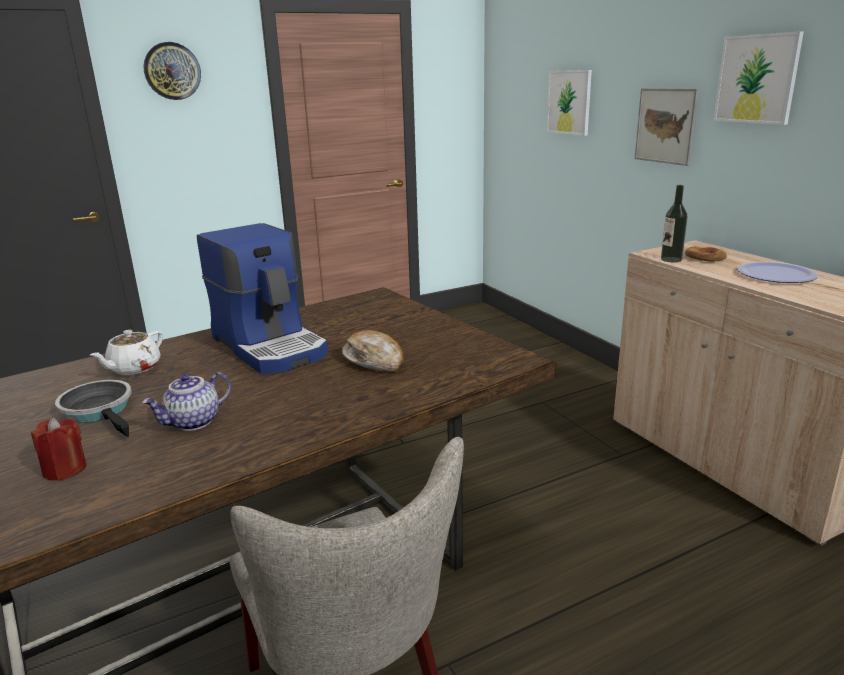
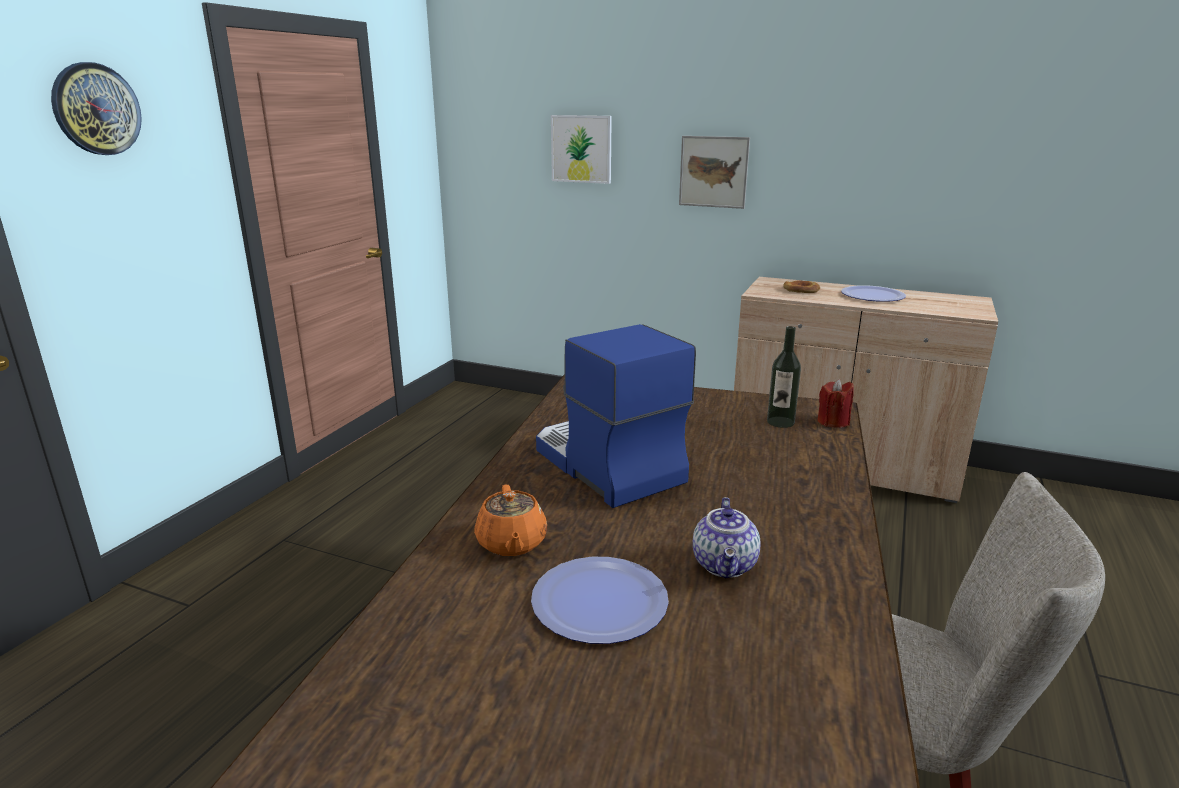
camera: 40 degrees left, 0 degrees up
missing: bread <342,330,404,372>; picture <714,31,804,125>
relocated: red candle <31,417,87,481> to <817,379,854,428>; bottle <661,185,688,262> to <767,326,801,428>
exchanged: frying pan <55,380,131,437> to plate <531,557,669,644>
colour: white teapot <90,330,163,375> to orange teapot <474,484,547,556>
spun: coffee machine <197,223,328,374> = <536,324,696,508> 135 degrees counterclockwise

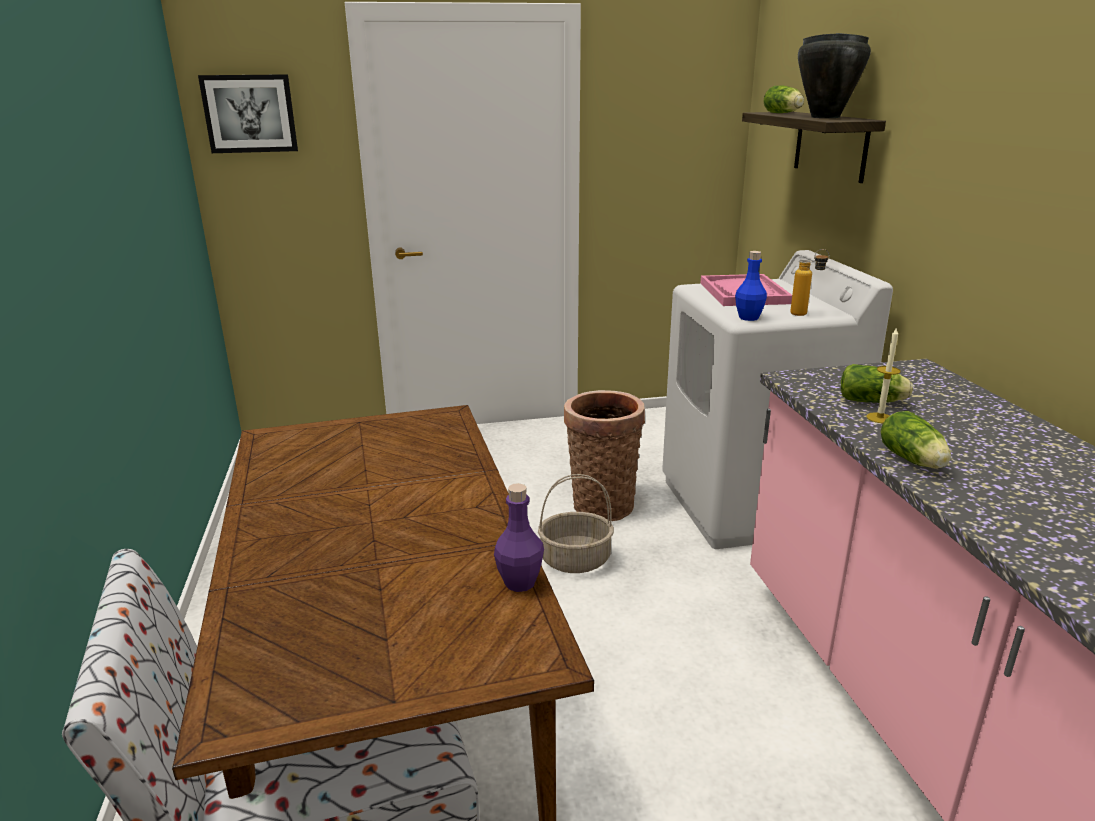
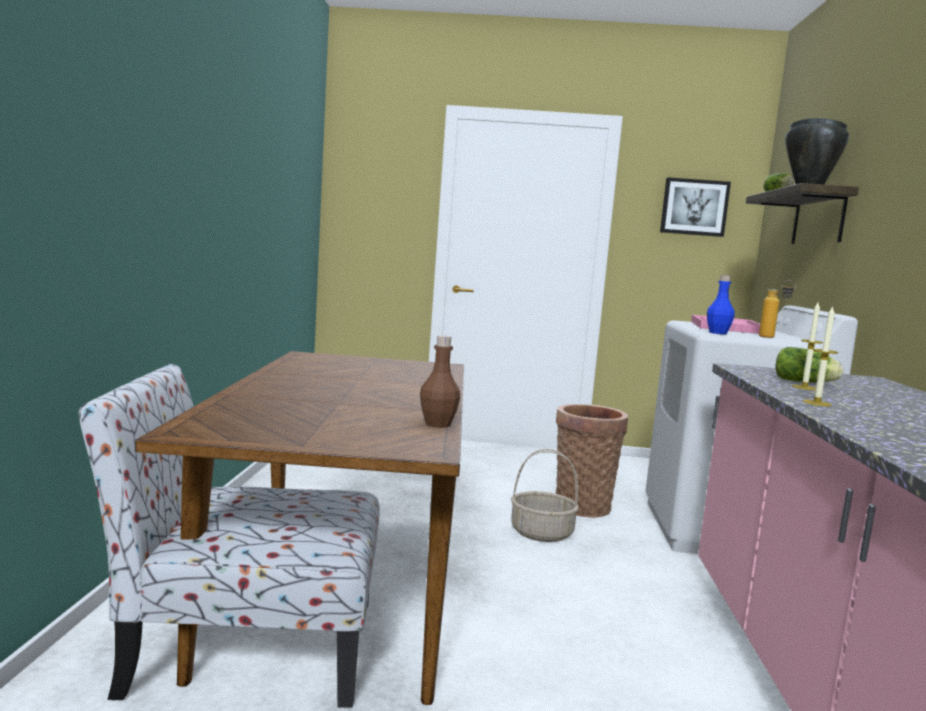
camera: 15 degrees right, 15 degrees down
relocated: picture <198,74,298,153> to <660,177,731,237>
exchanged: lettuce <881,411,951,469> to candle <803,306,838,406>
colour: purple bottle <494,483,544,592> to brown bottle <420,336,460,428>

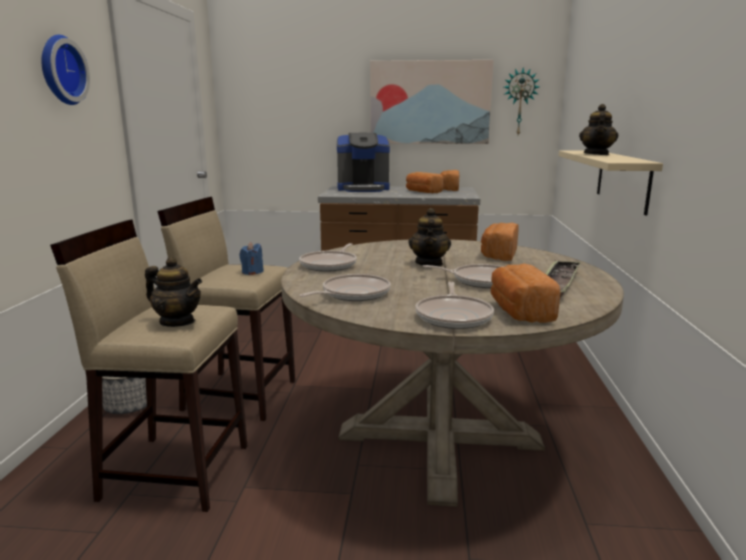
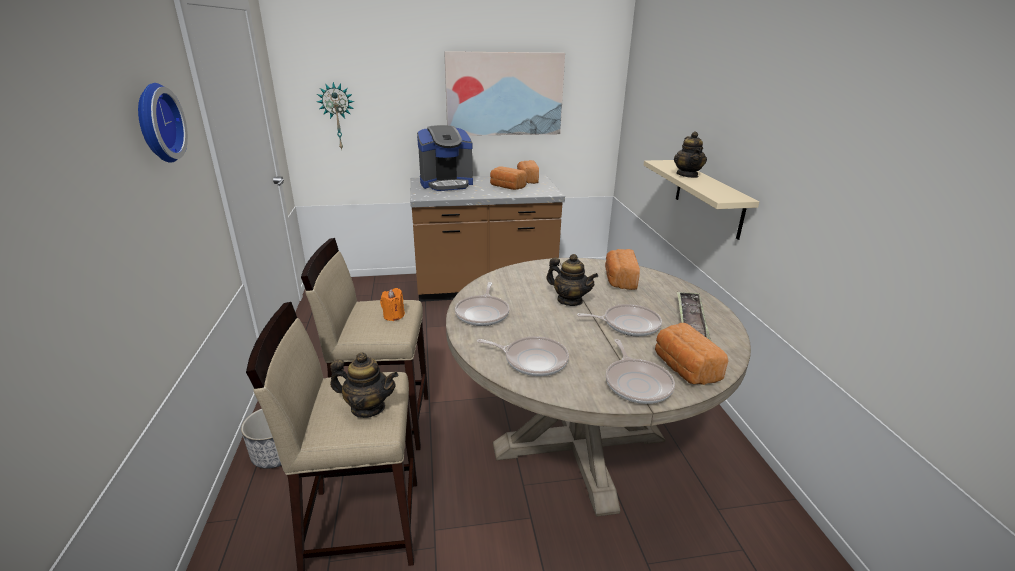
camera: 15 degrees left, 10 degrees up
relocated: wall clock <504,68,540,135> to <317,82,354,150>
colour: blue candle <239,242,264,275> to orange candle <380,288,405,321>
spun: frying pan <299,274,391,301> = <477,336,569,376> 75 degrees clockwise; teapot <408,208,451,266> = <546,254,598,306> 45 degrees counterclockwise

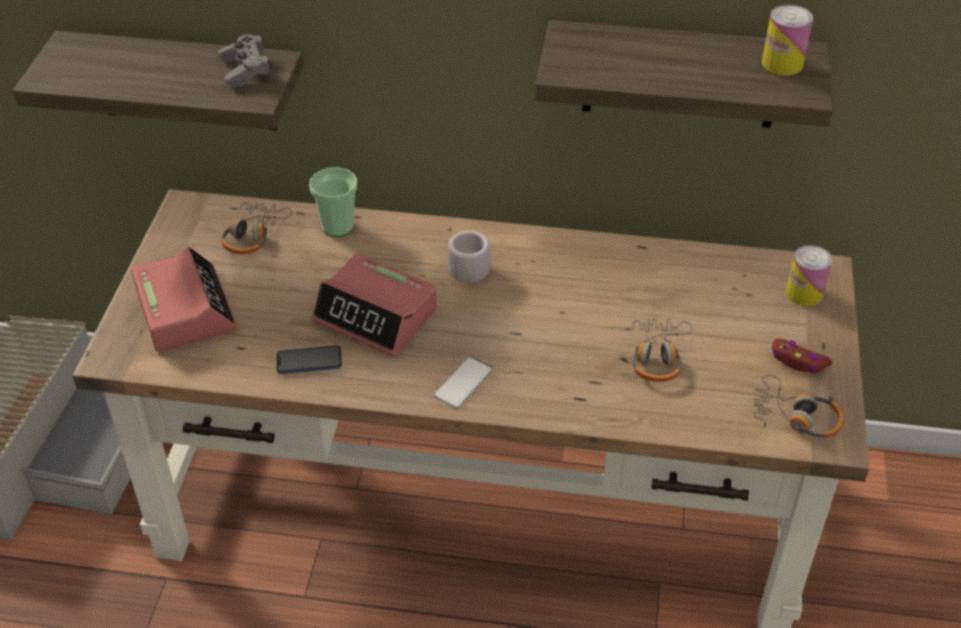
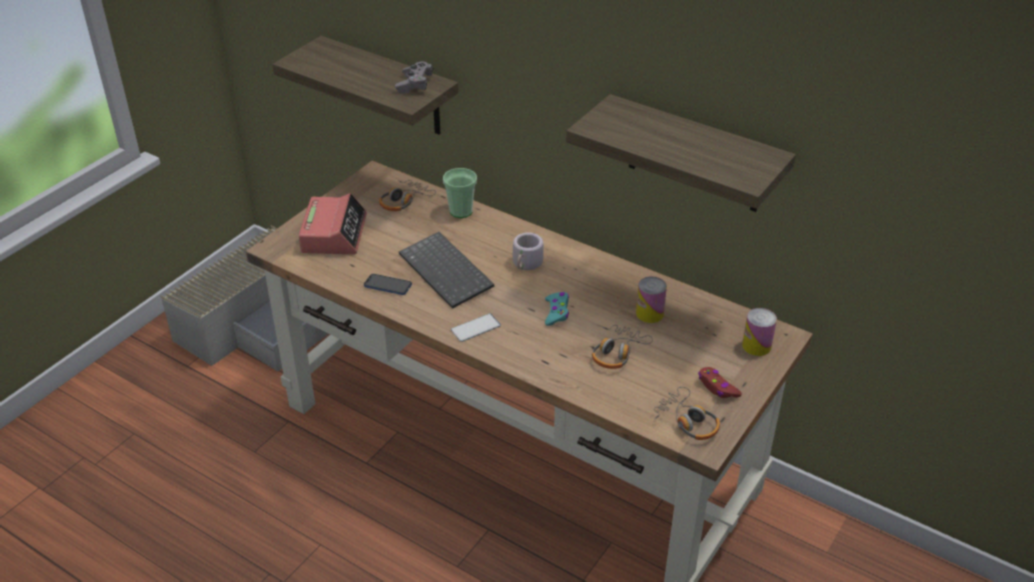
camera: 25 degrees right, 5 degrees down
appeared: turquoise game controller <545,292,569,326>
relocated: can <762,5,813,76> to <636,276,667,323>
exchanged: alarm clock <312,254,437,357> to keyboard <399,232,494,309>

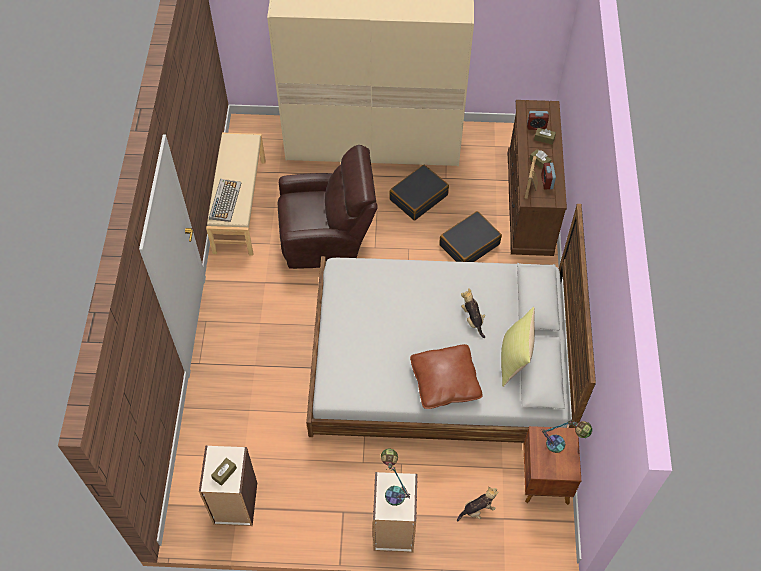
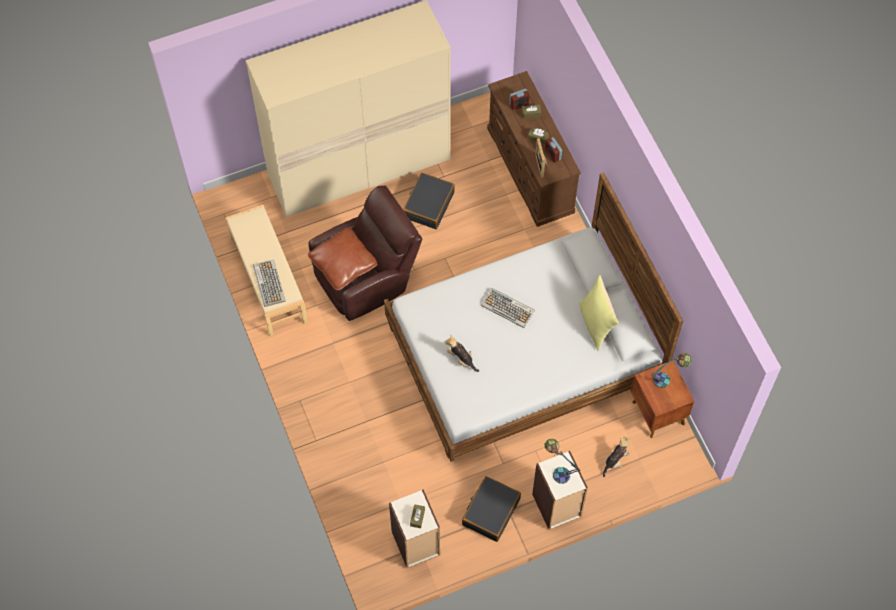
camera: 25 degrees left, 5 degrees up
appeared: keyboard <481,288,535,328>
relocated: brown pillow <410,344,482,409> to <308,228,378,290>; black suitcase <439,211,502,262> to <462,476,521,542>; plush toy <461,288,485,338> to <444,335,479,372>

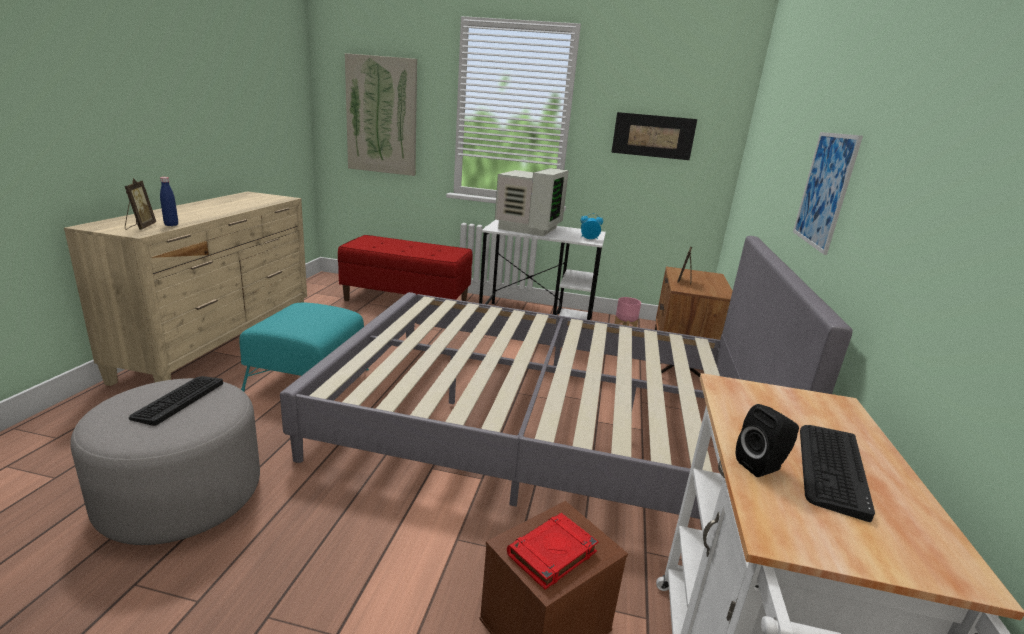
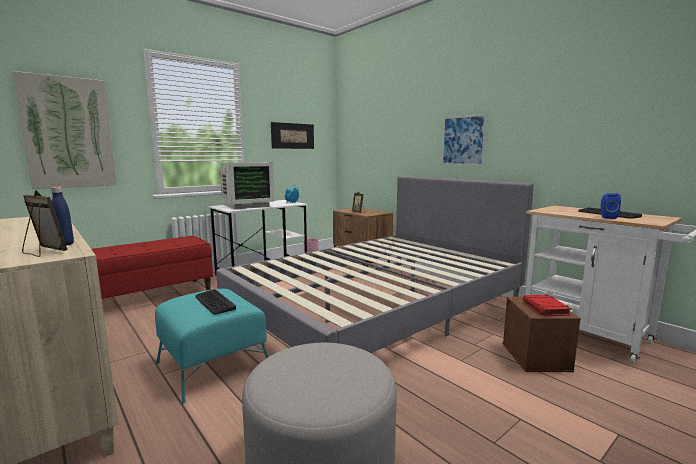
camera: 50 degrees left, 10 degrees down
relocated: keyboard <129,376,223,426> to <195,289,236,315>
colour: black speaker <736,404,799,477> to blue speaker <601,193,621,219>
spun: monitor <495,168,569,236> = <220,162,275,209> 90 degrees clockwise

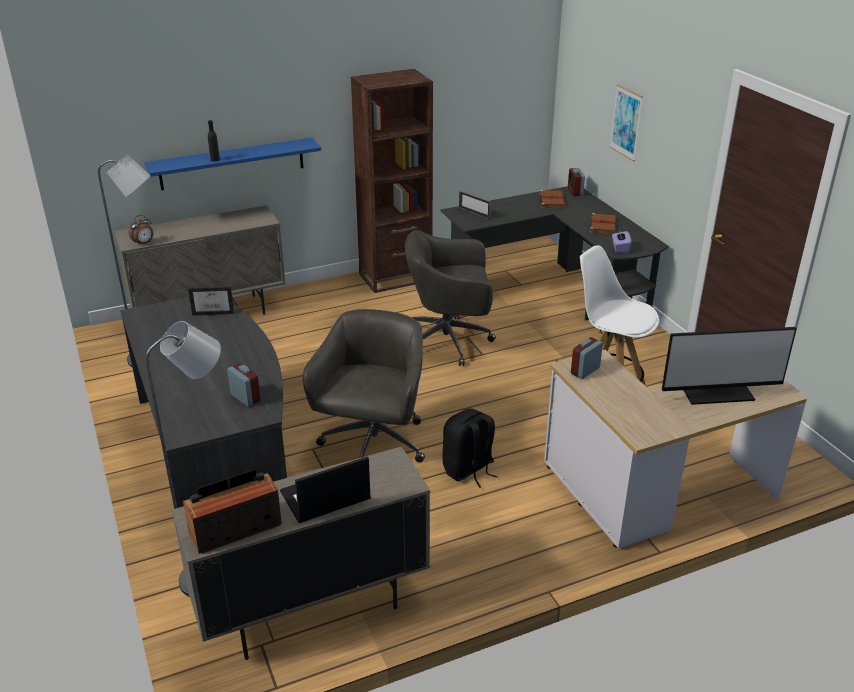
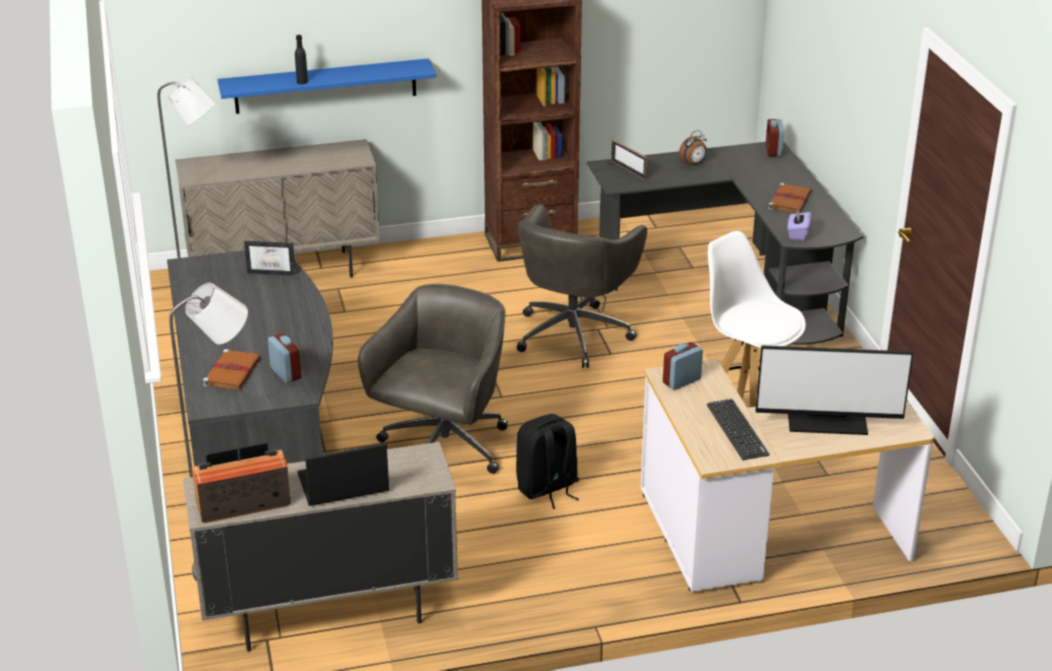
camera: 10 degrees right, 0 degrees up
missing: picture <609,84,643,161>
appeared: keyboard <707,399,770,460>
relocated: alarm clock <128,215,153,246> to <679,130,707,166>; brown book <540,190,565,208> to <203,349,261,390>
spun: grey office chair <405,230,496,366> = <517,204,647,368> 75 degrees counterclockwise

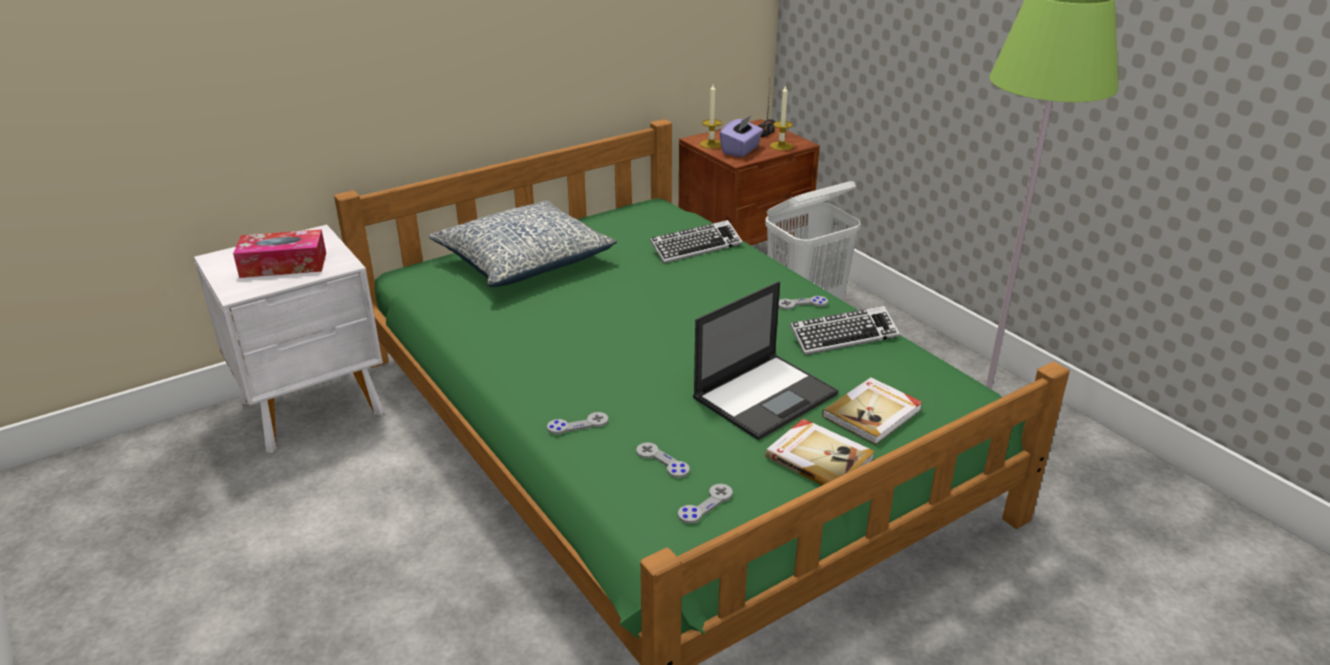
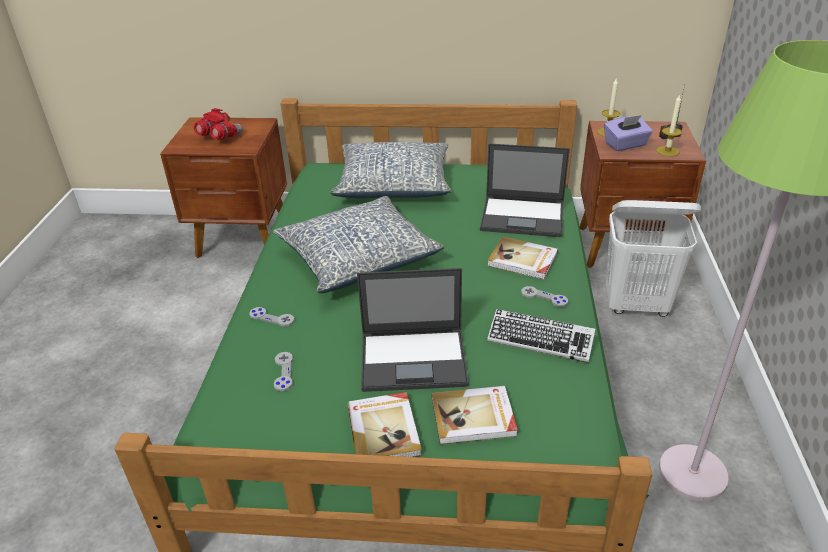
camera: 40 degrees right, 5 degrees up
missing: grey game controller <678,484,733,524>
appeared: pillow <273,196,444,293>; book <487,237,558,280>
exchanged: tissue box <233,229,326,278> to red binoculars <194,108,243,140>; keyboard <650,220,743,264> to laptop <480,144,570,237>
colour: white nightstand <194,225,384,453> to brown nightstand <160,117,287,258>

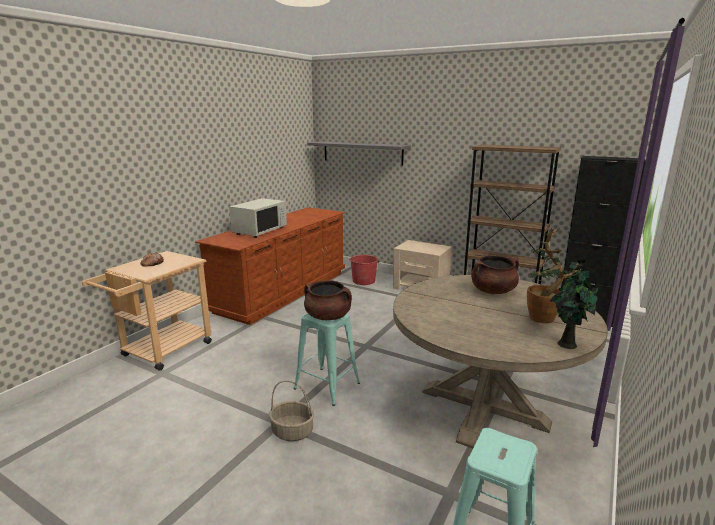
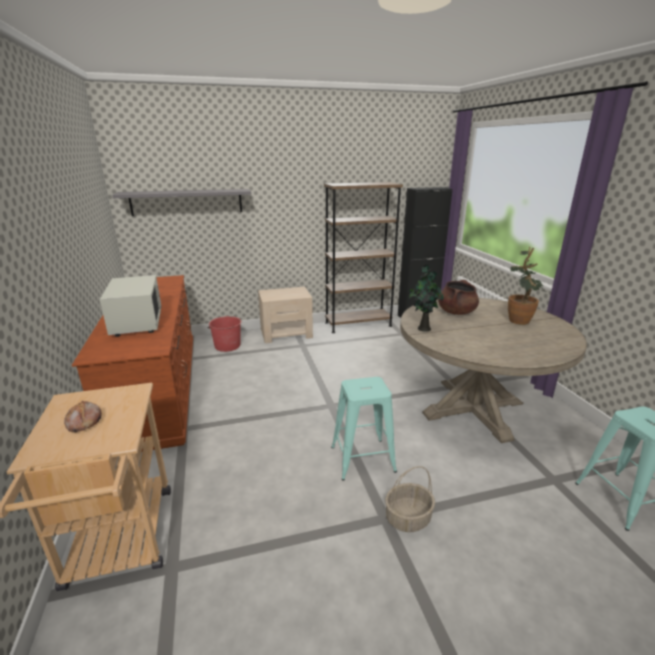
camera: 45 degrees left, 5 degrees up
missing: brown cooking pot <304,281,352,320>
relocated: potted plant <550,260,598,349> to <409,264,444,332>

